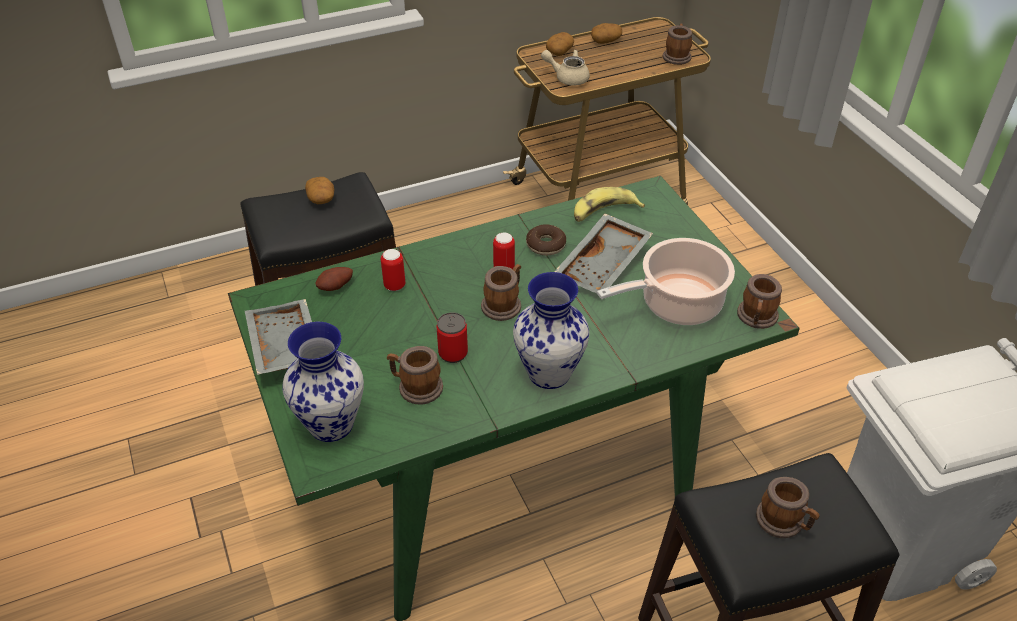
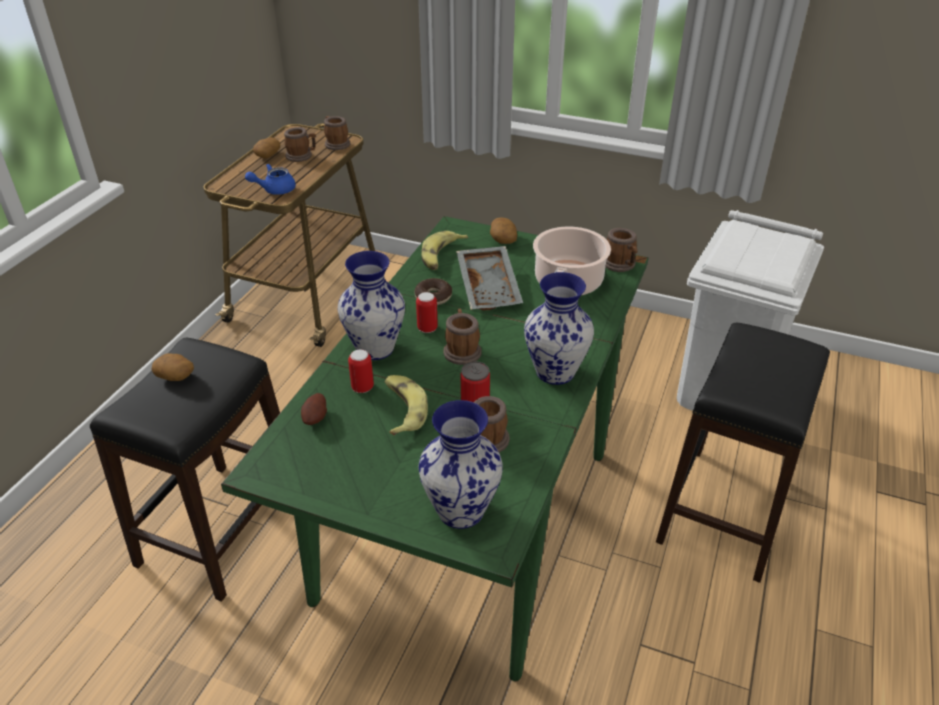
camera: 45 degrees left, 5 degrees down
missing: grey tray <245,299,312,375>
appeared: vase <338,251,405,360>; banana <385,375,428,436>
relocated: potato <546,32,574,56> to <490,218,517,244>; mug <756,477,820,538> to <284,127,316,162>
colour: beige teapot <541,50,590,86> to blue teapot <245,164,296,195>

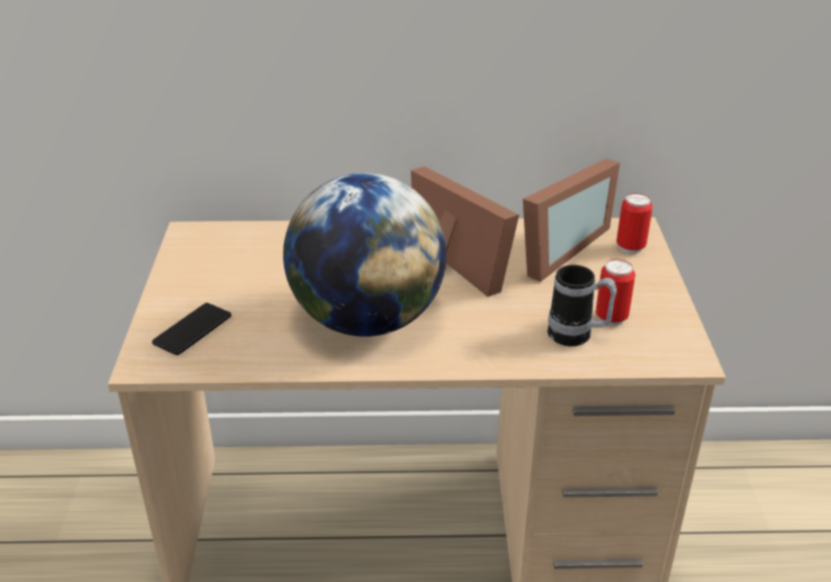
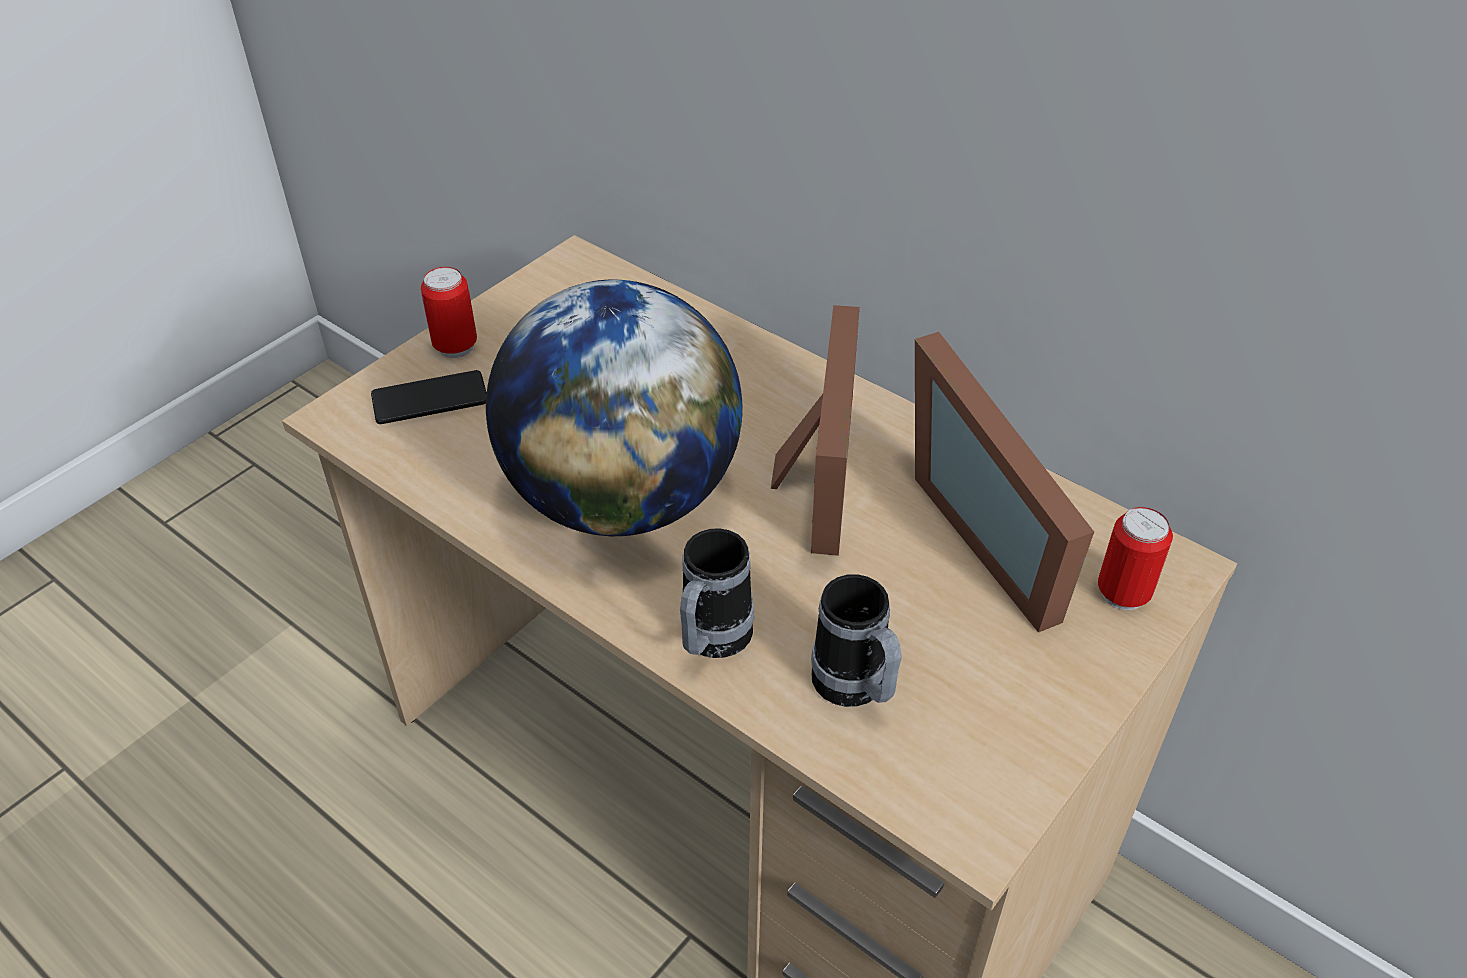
camera: 40 degrees right, 10 degrees up
appeared: mug <680,528,754,658>
relocated: can <596,259,635,326> to <421,267,477,358>
spun: picture frame <523,158,620,282> = <915,332,1094,633> 75 degrees clockwise

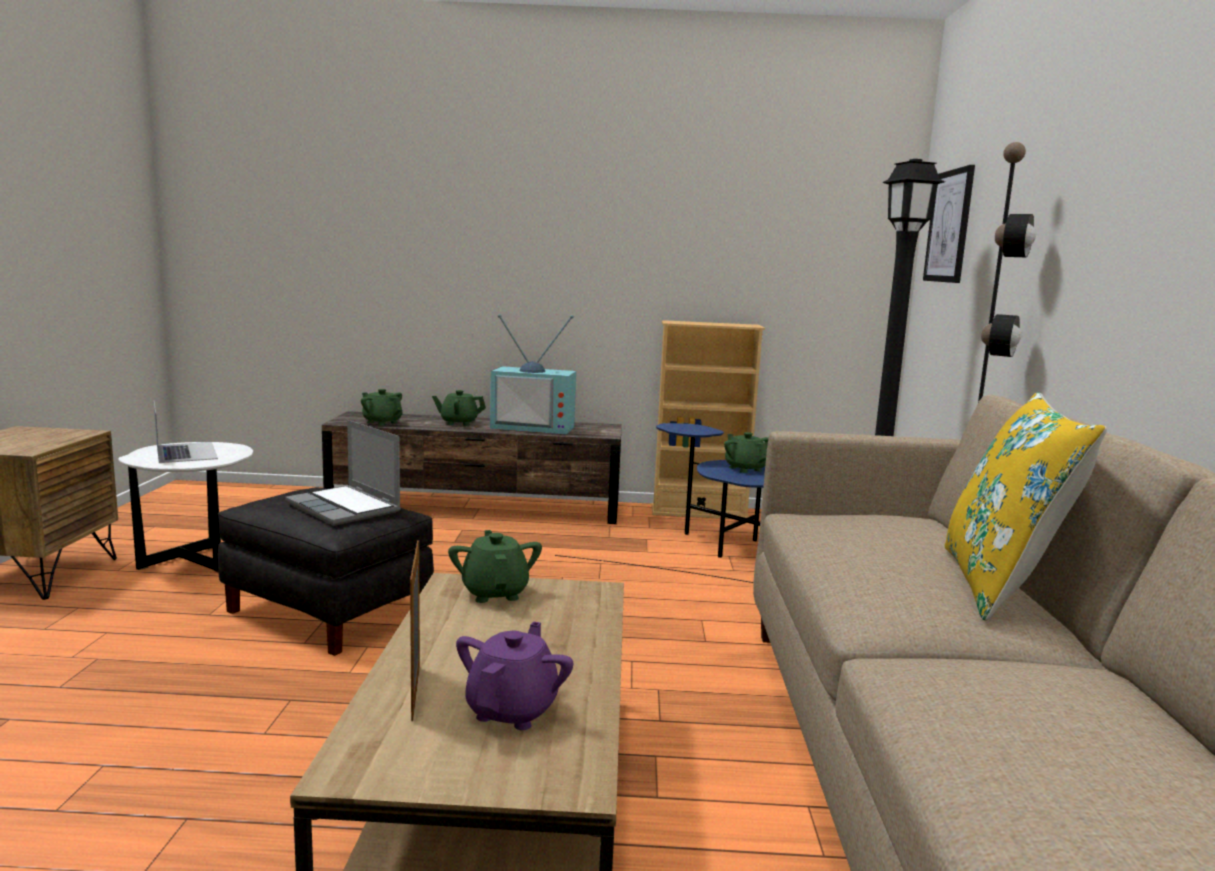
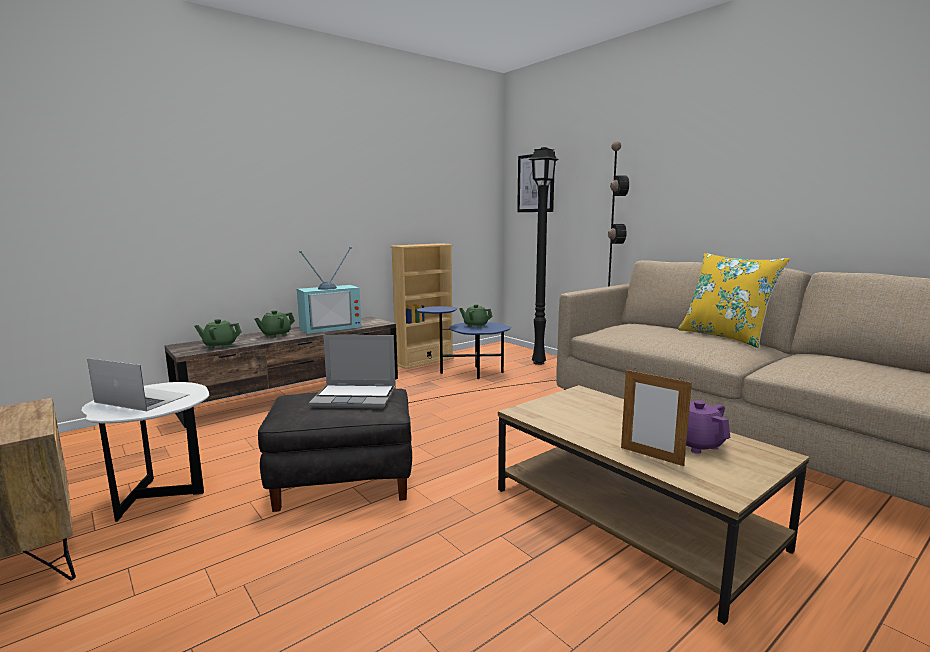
camera: 40 degrees left, 0 degrees up
missing: green teapot <448,530,542,603>

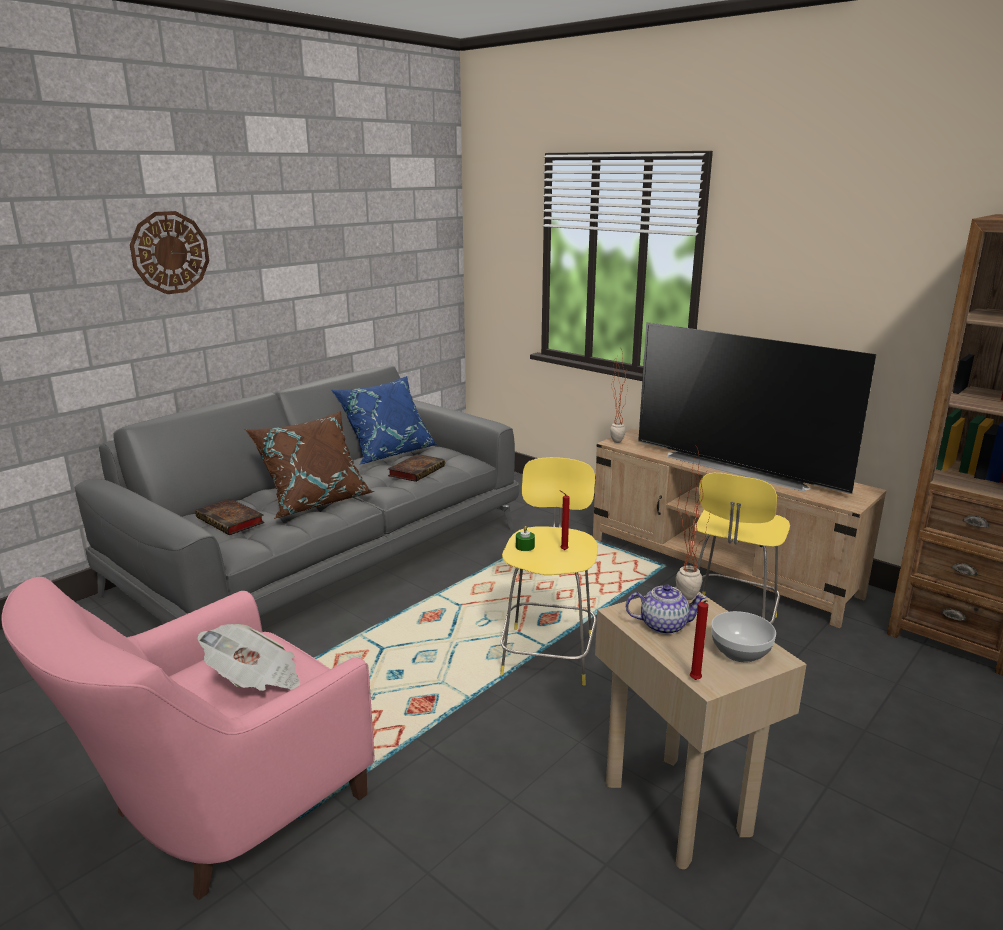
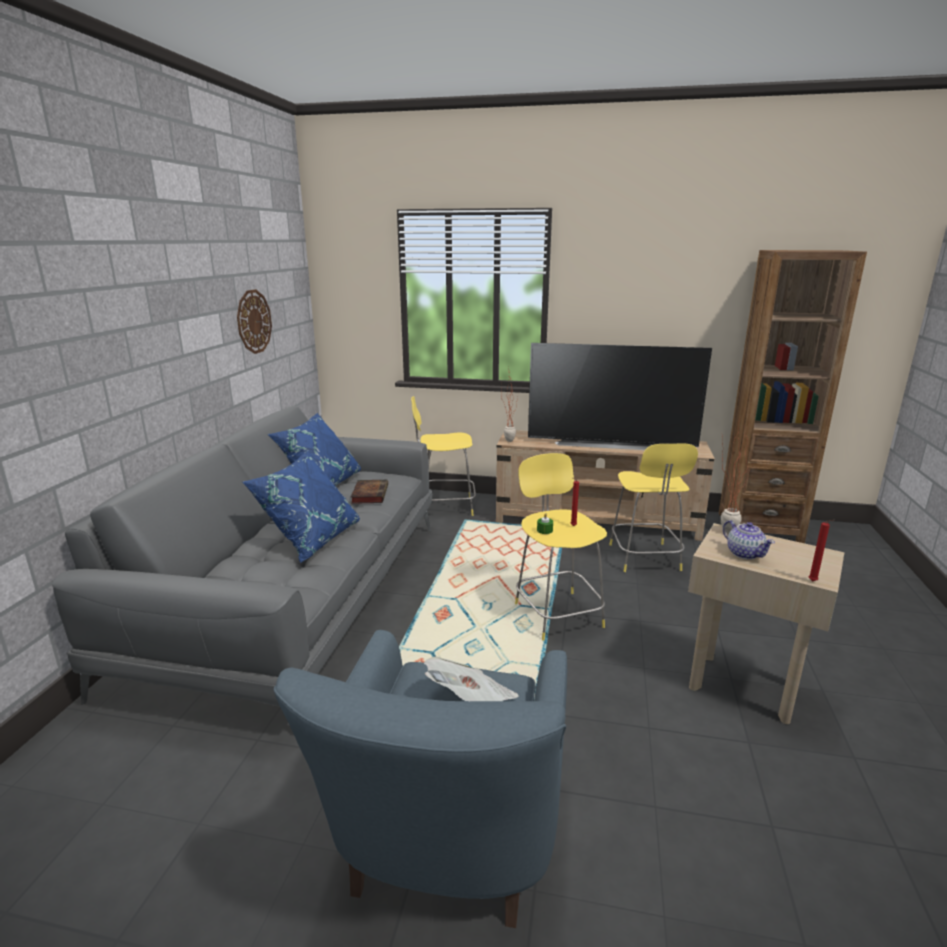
camera: 30 degrees left, 0 degrees up
missing: book <195,499,265,535>; bowl <711,611,776,662>
appeared: yellow stool <411,396,476,516>
relocated: wall clock <130,211,209,294> to <237,289,272,354>
colour: pink armchair <1,577,375,900> to blue armchair <273,630,567,928>; brown pillow <245,411,375,519> to blue pillow <242,450,360,563>
spun: teapot <626,584,707,635> = <723,520,775,560> 90 degrees clockwise

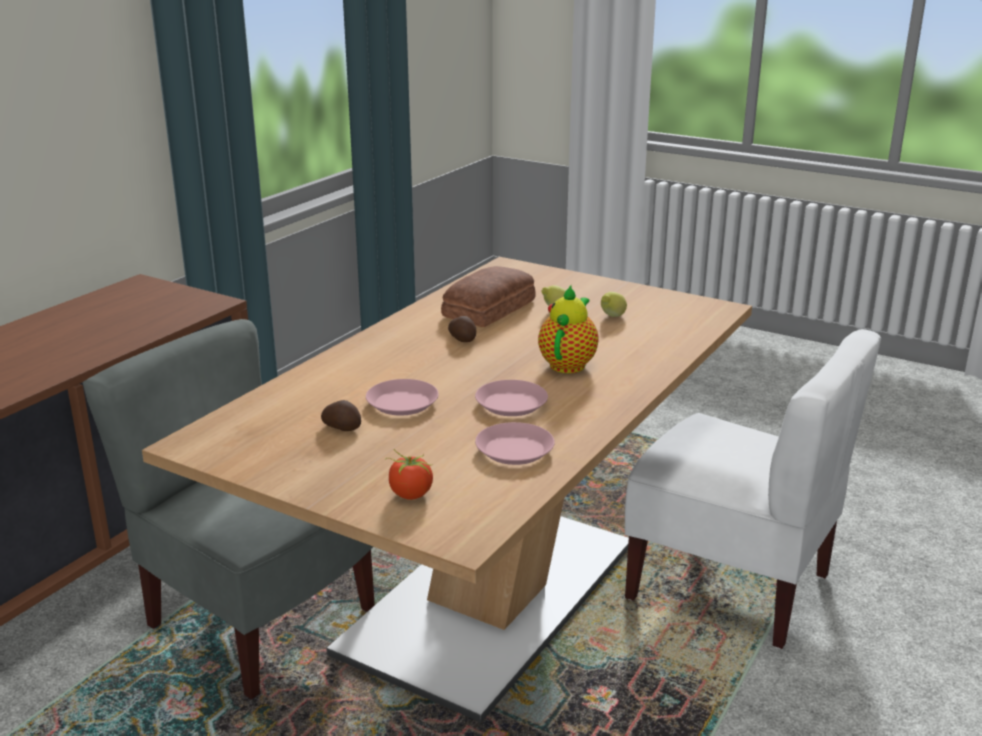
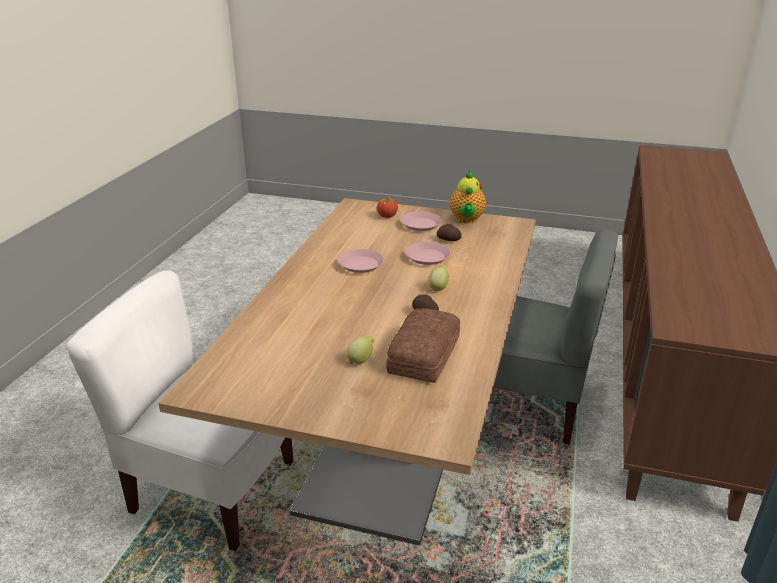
camera: 165 degrees right, 5 degrees up
relocated: pink plate <475,422,555,465> to <400,211,442,231>; teapot <538,285,599,373> to <450,170,486,223>; lemon <601,292,627,317> to <428,265,449,292>

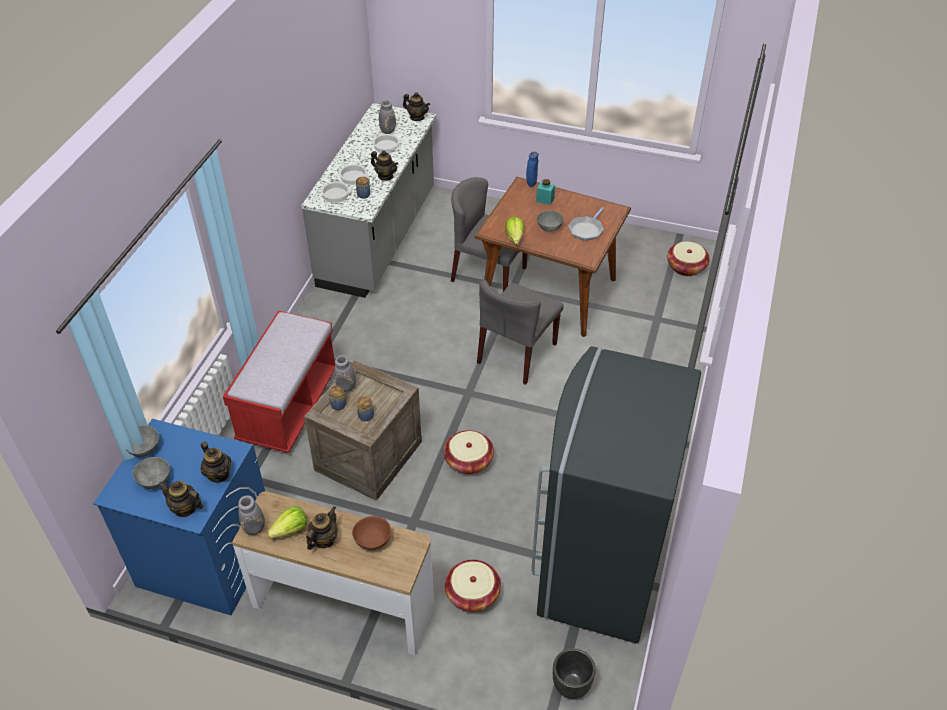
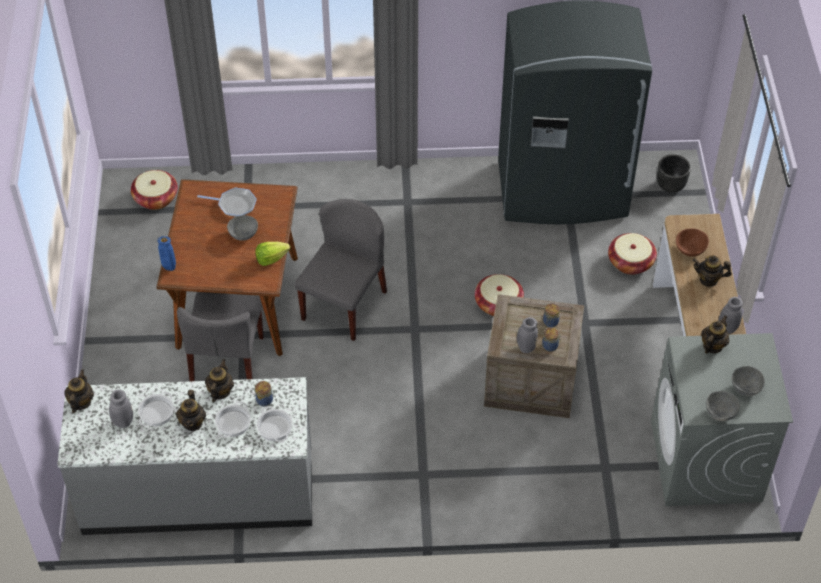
camera: 110 degrees left, 5 degrees up
missing: red bench <223,311,336,453>; lettuce <267,506,307,538>; turquoise jar <536,179,555,205>
relocated: teapot <158,481,203,518> to <176,390,206,431>
colour: blue washing machine <93,419,265,616> to grey washing machine <651,333,793,506>
spun: grey chair <477,279,564,385> = <294,199,387,341> 75 degrees counterclockwise

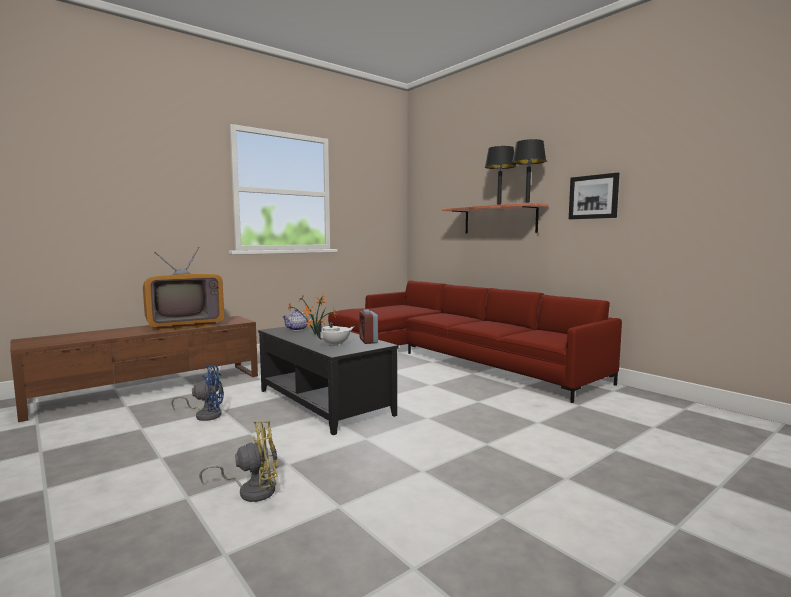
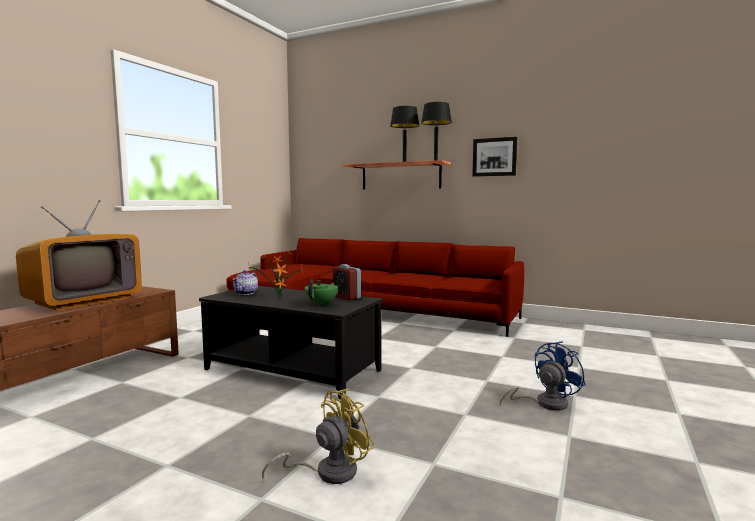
camera: 25 degrees left, 0 degrees up
relocated: blue fan <171,366,224,421> to <500,341,586,411>
colour: white teapot <316,321,354,347> to green teapot <305,278,338,306>

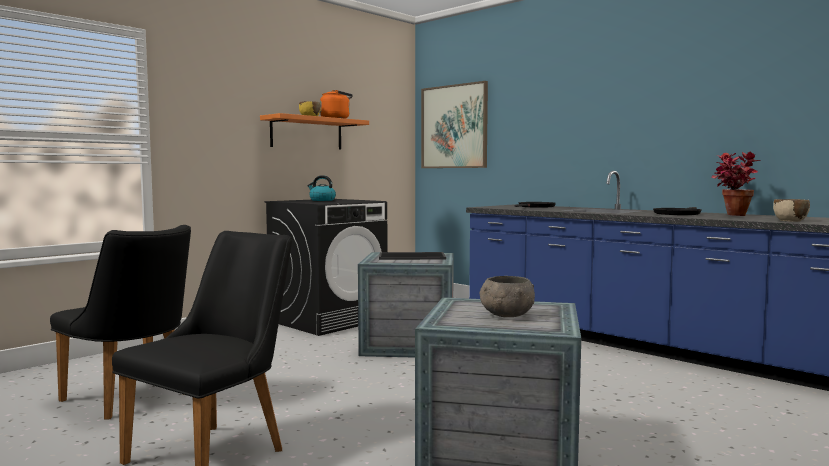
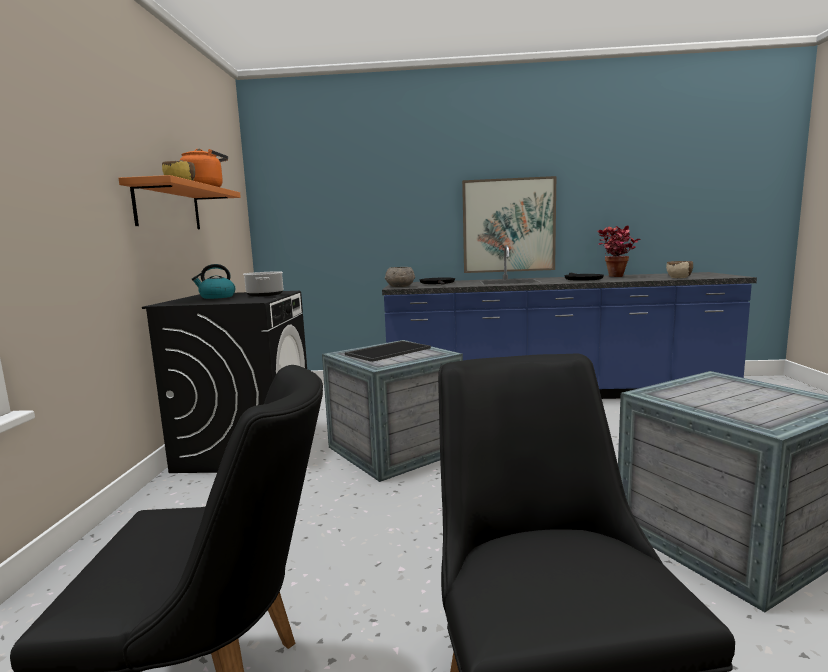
camera: 40 degrees left, 5 degrees up
appeared: cooking pot <243,271,283,297>
relocated: picture <421,81,488,168> to <462,176,556,273>; grey bowl <480,276,535,317> to <385,267,415,287>

